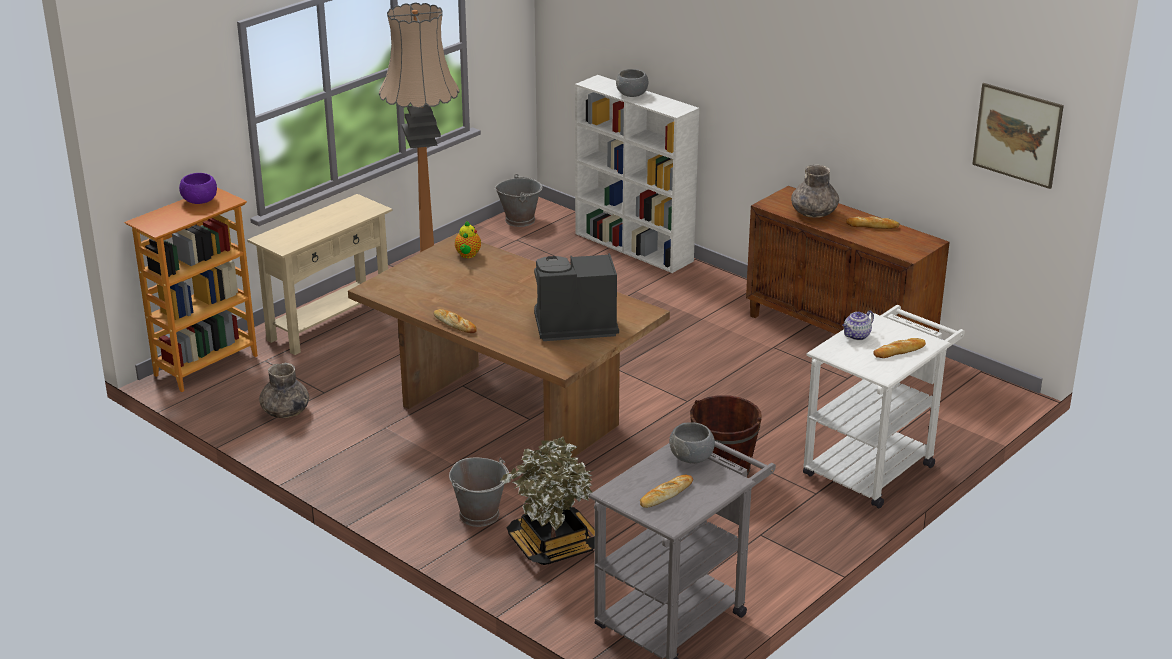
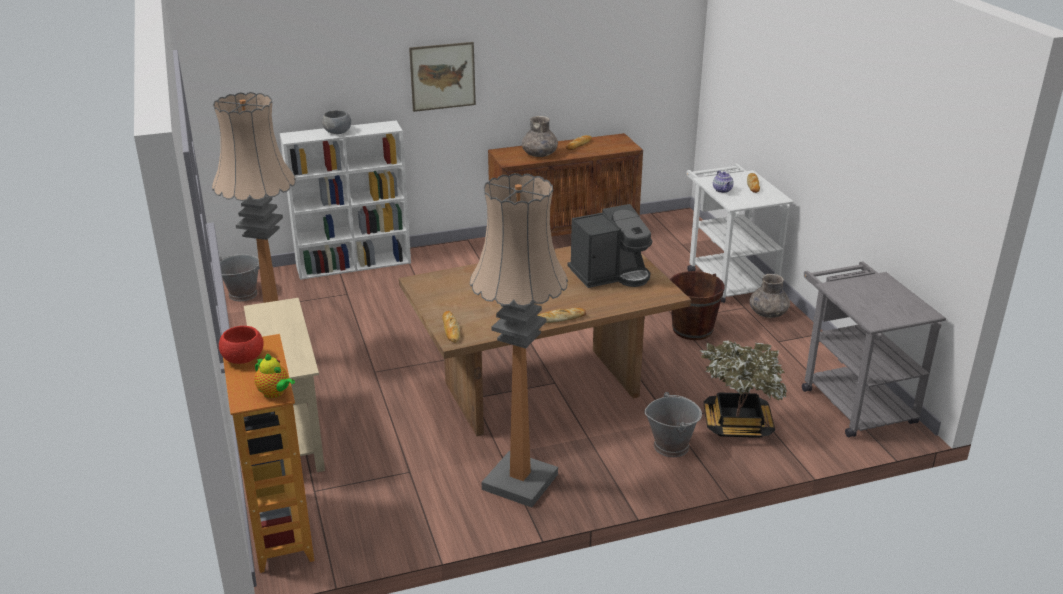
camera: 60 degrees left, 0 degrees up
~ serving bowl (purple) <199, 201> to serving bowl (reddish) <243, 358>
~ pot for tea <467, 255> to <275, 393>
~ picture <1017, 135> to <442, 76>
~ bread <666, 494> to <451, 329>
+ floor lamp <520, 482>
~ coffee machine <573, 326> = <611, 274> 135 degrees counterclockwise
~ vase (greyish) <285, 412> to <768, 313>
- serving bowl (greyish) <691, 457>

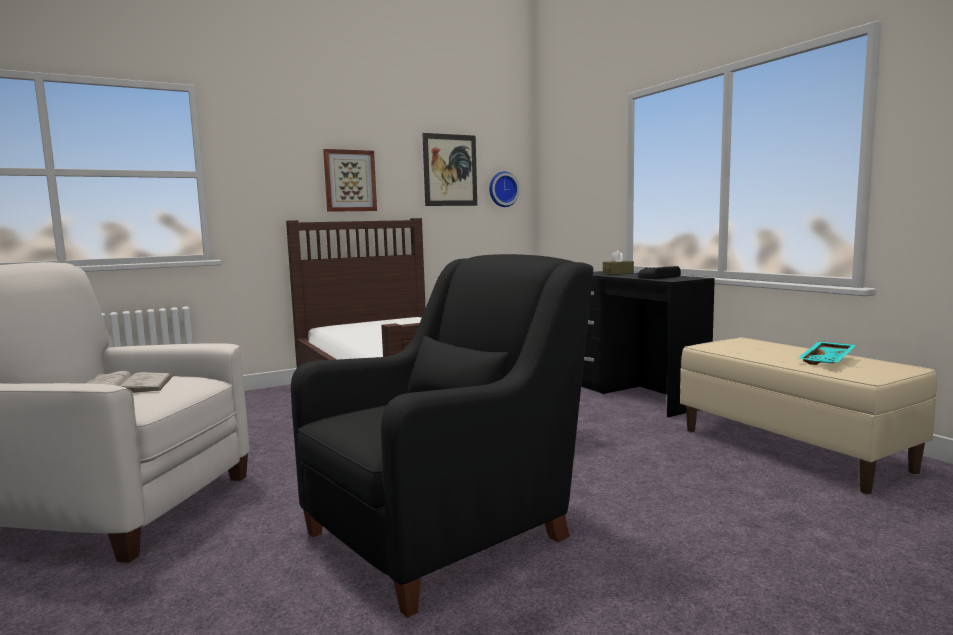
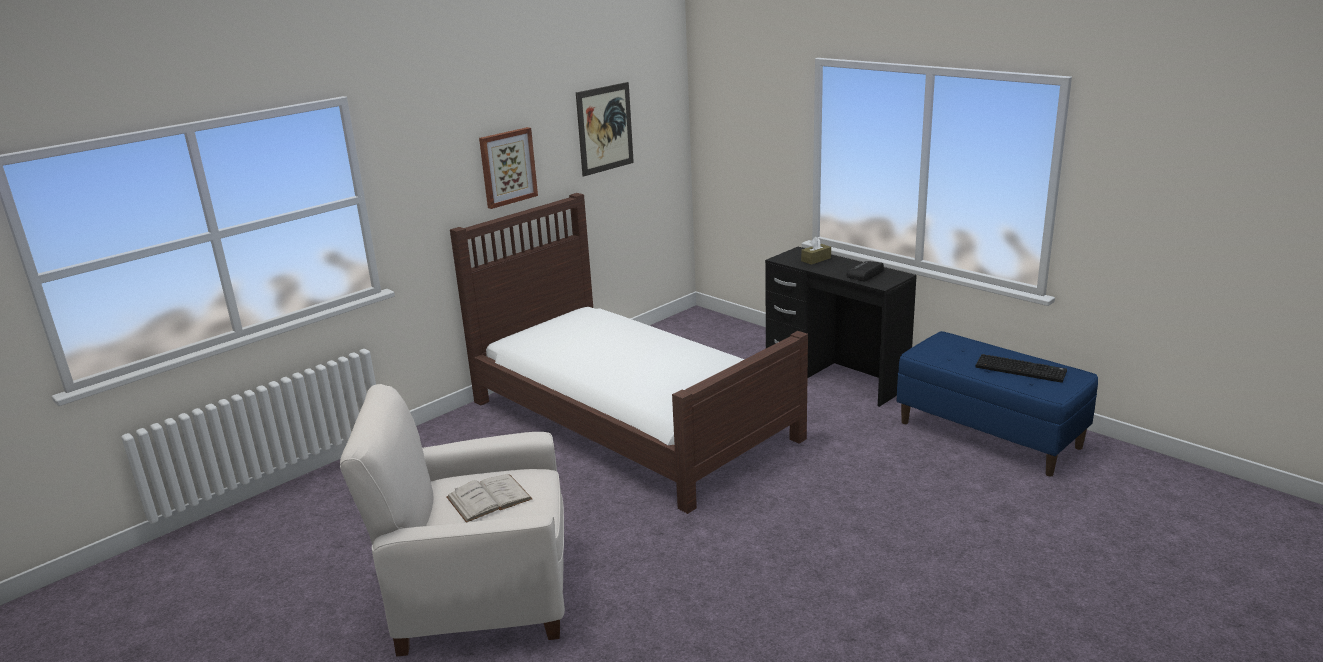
camera: 15 degrees left, 15 degrees up
~ indoor bench (beige) <792, 449> to indoor bench (blue) <990, 434>
~ carrying tray (turquoise-coloured) <828, 361> to computer keyboard <1021, 369>
- lounge chair (black) <446, 530>
- clock on the wall <502, 189>

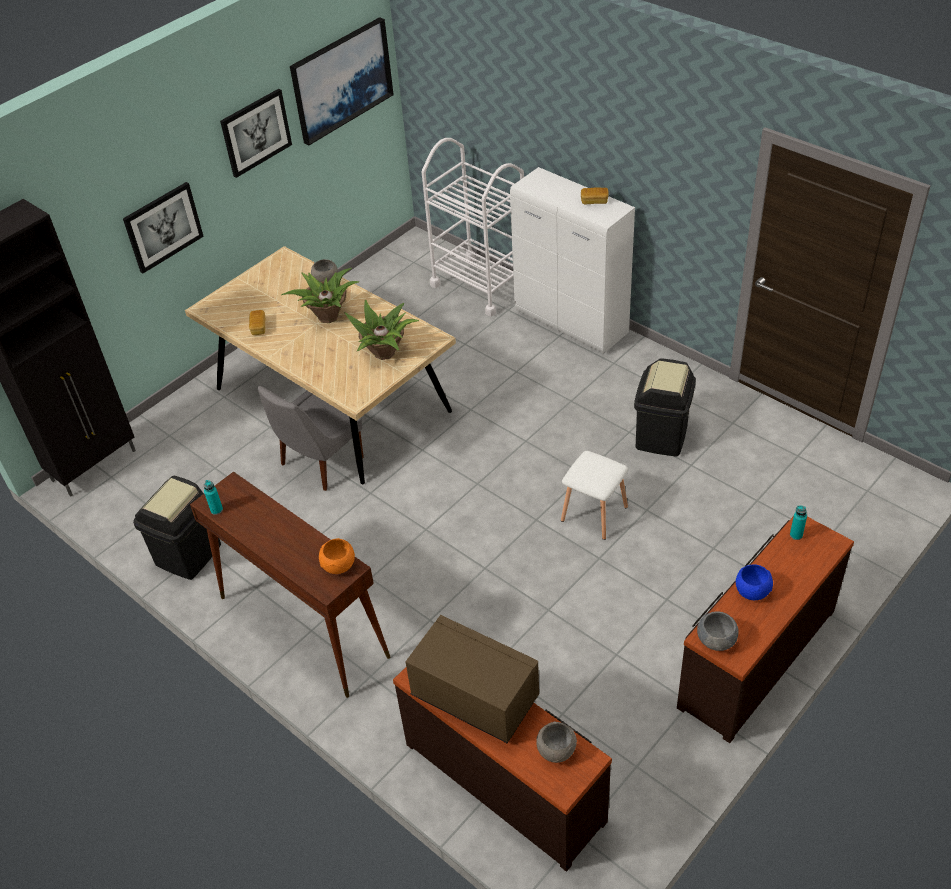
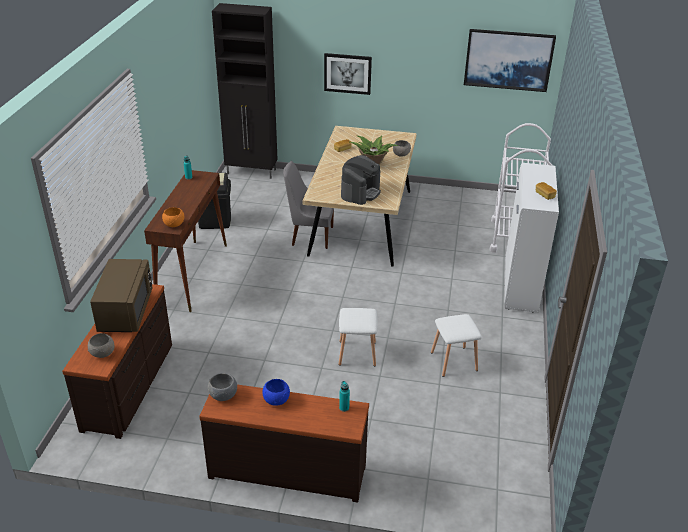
camera: 55 degrees right, 10 degrees down
~ plant in a pot <385, 353> to coffee machine <360, 192>
~ rubbish bin (black) <662, 437> to stool (whitish) <453, 361>
- picture <256, 132>

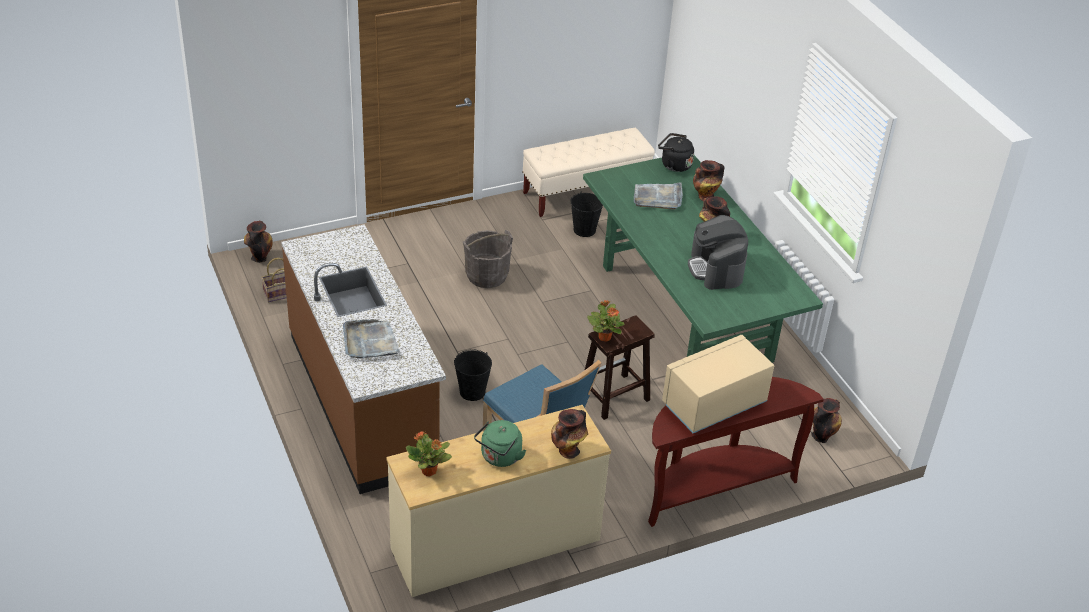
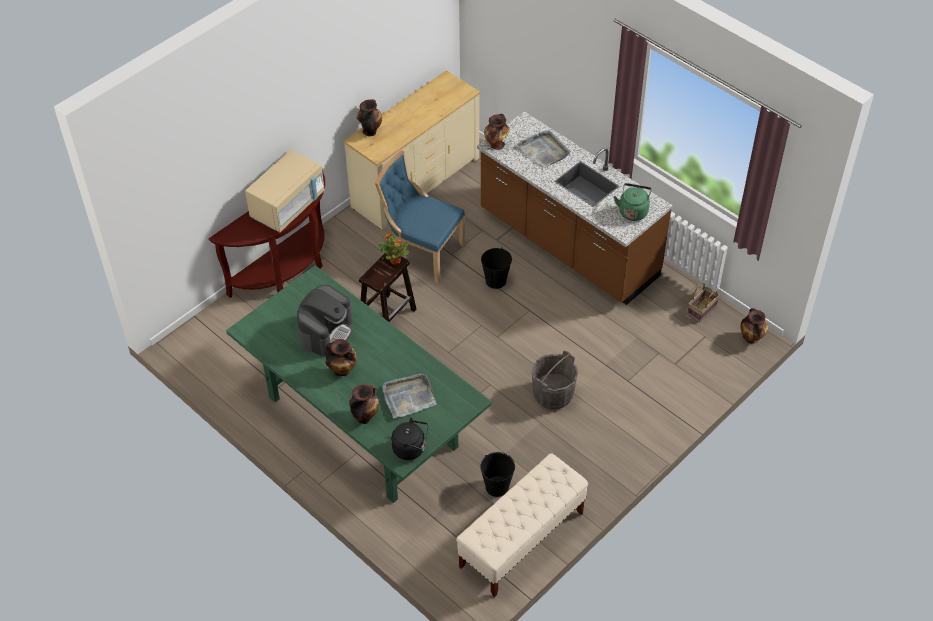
camera: 160 degrees right, 10 degrees up
~ coffee machine <716, 269> = <326, 332> 60 degrees clockwise
~ vase <821, 435> to <496, 145>
~ water kettle (green) <499, 457> to <633, 211>
- plant in a pot <429, 471>

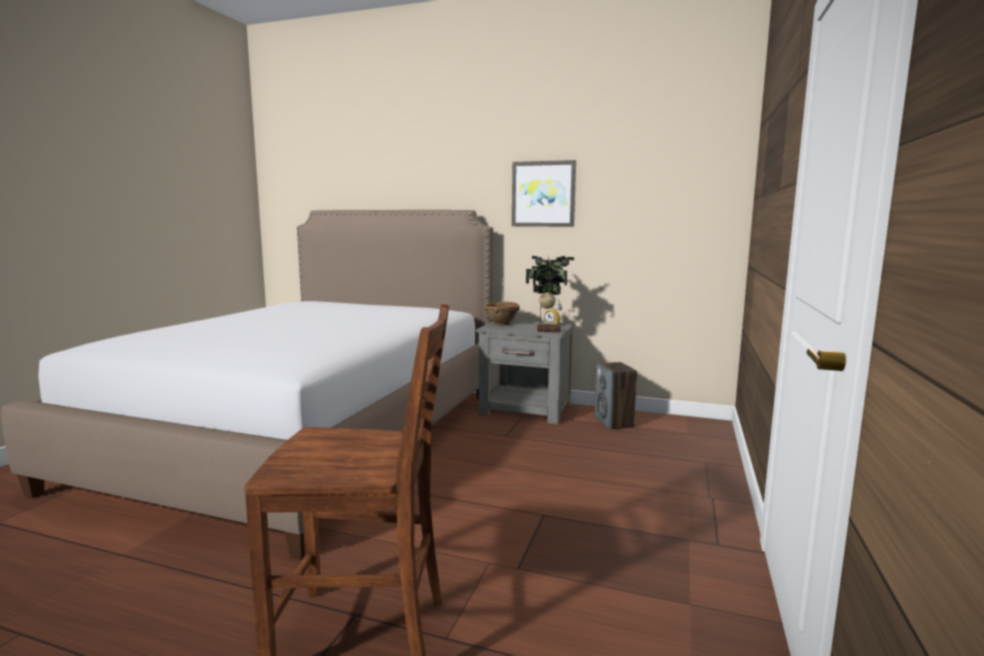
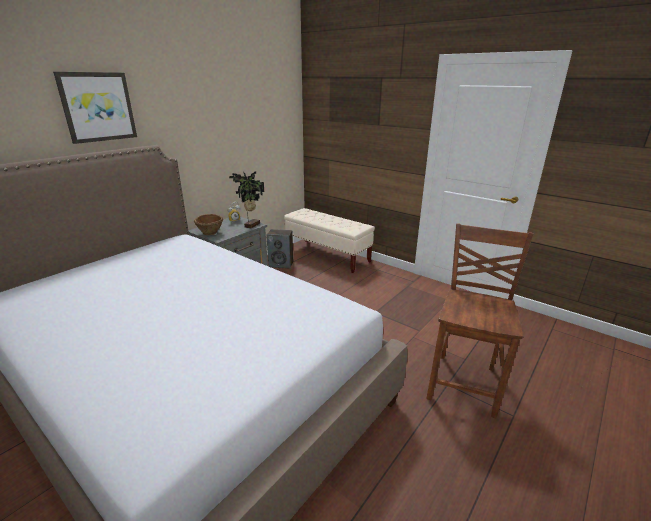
camera: 70 degrees left, 15 degrees up
~ picture <543, 194> to <98, 107>
+ indoor bench (beige) <327, 256>

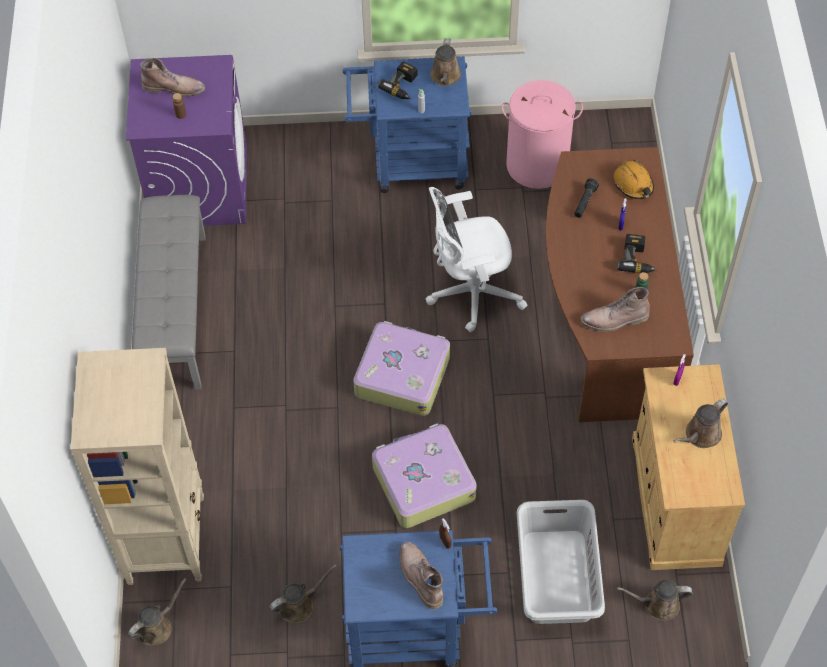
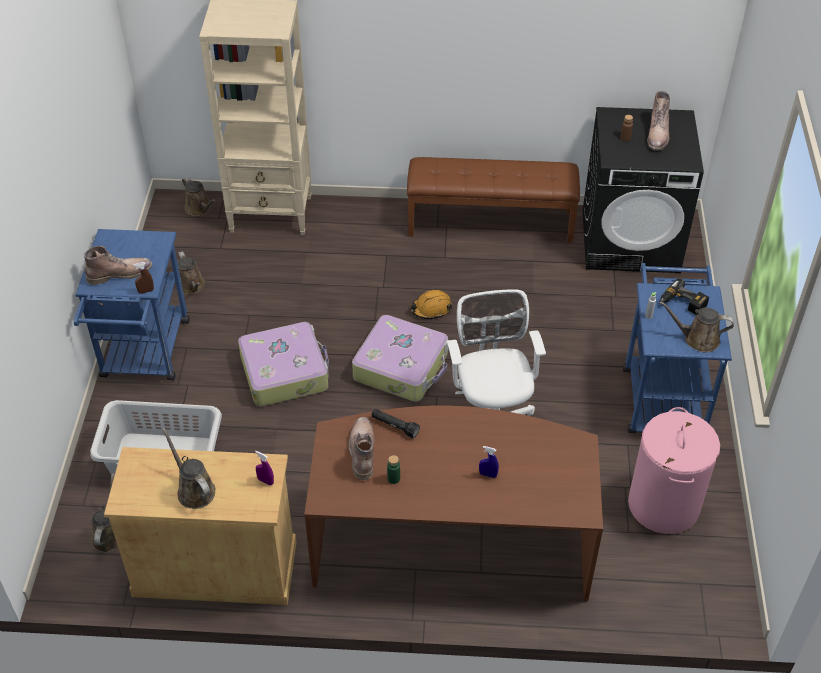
camera: 95 degrees right, 10 degrees down
~ hand torch (black) <584, 202> to <394, 426>
~ indoor bench (greyish) <175, 311> to indoor bench (brown) <490, 222>
~ safety helmet (orange) <633, 184> to <431, 309>
~ laundry appliance (purple) <199, 186> to laundry appliance (black) <631, 241>
- power drill <637, 259>

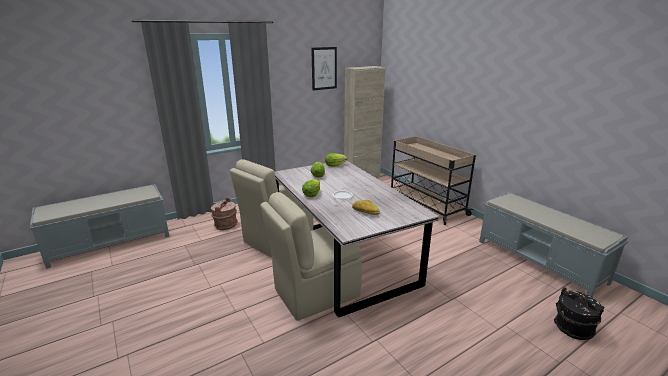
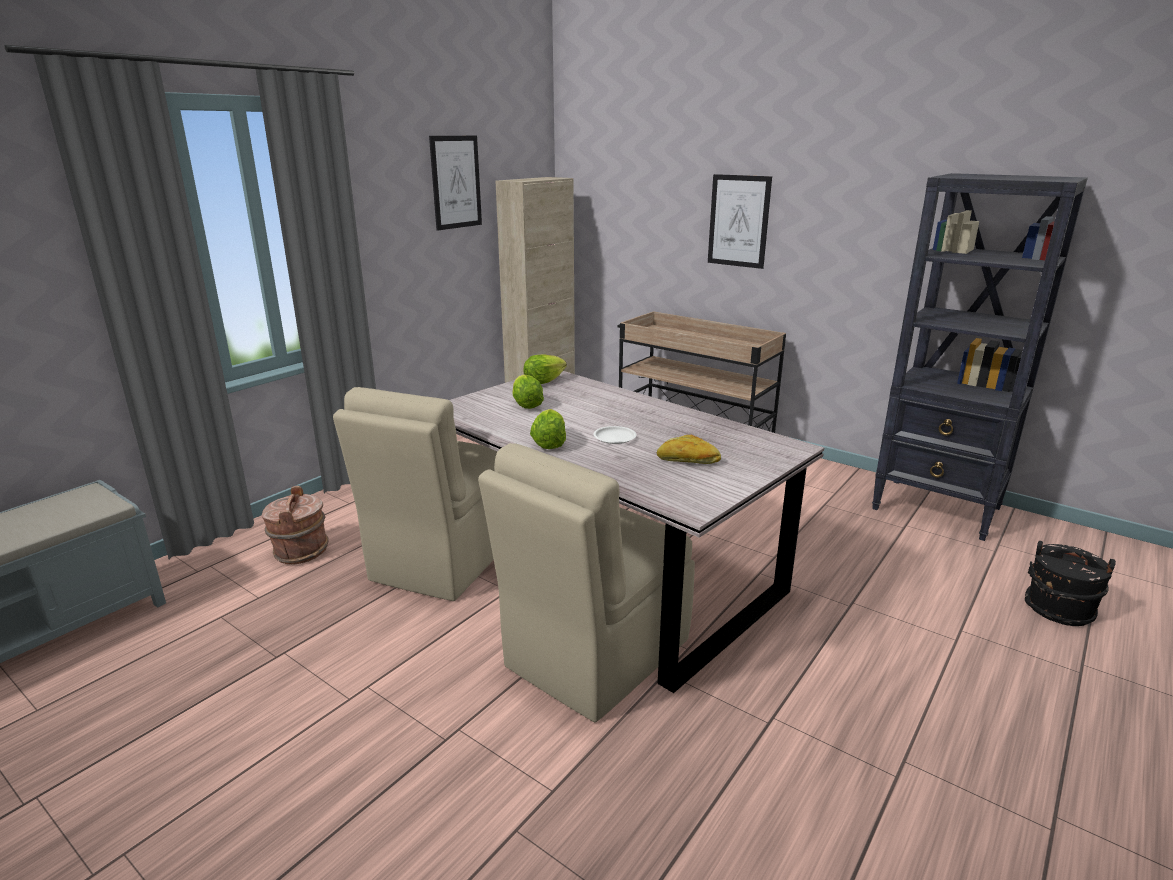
camera: 20 degrees left, 0 degrees up
+ picture <738, 221>
~ indoor bench (greyish) <540, 261> to bookcase (black) <937, 509>

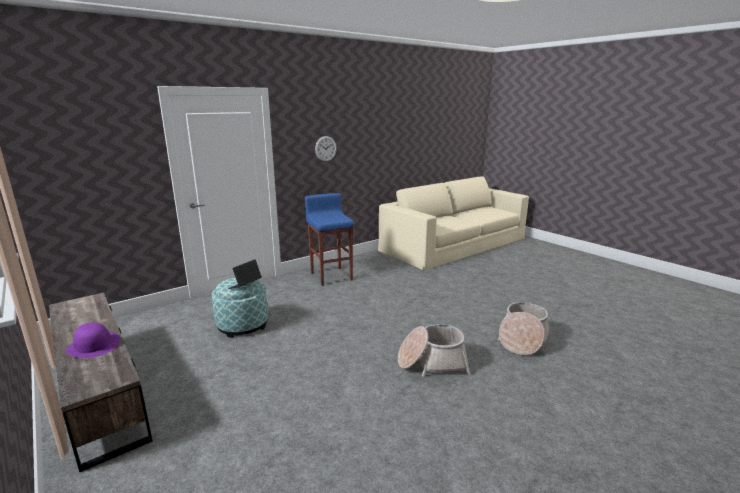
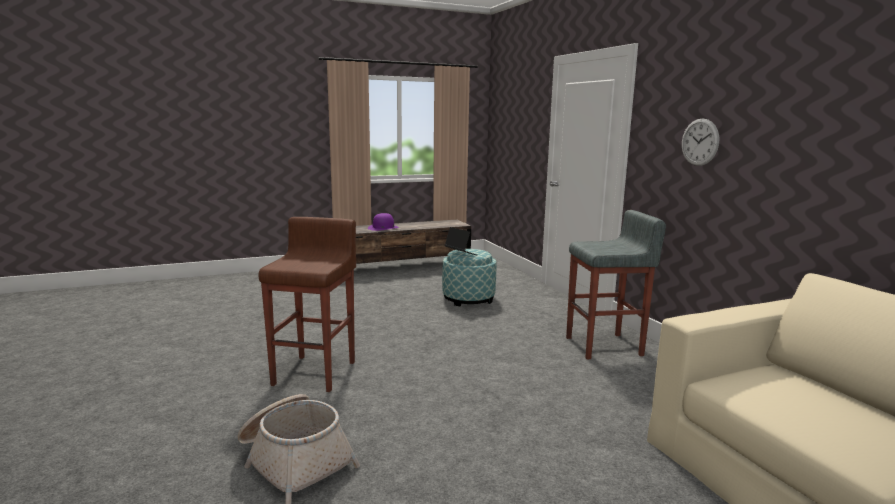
camera: 105 degrees right, 5 degrees down
~ storage basket <432, 362> to stool (brown) <316, 372>
~ stool (blue) <331, 276> to stool (greyish) <605, 346>

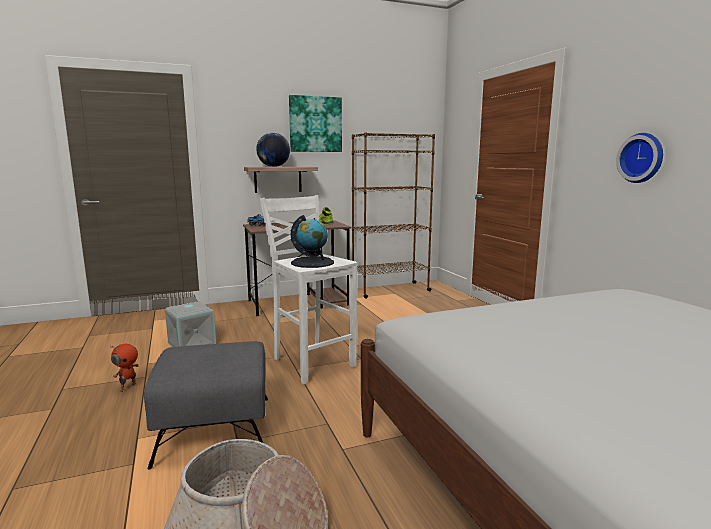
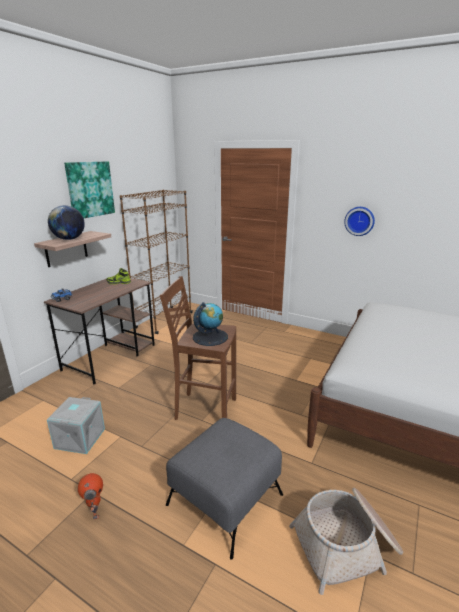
camera: 40 degrees left, 10 degrees up
~ stool (whitish) <312, 362> to stool (brown) <204, 409>

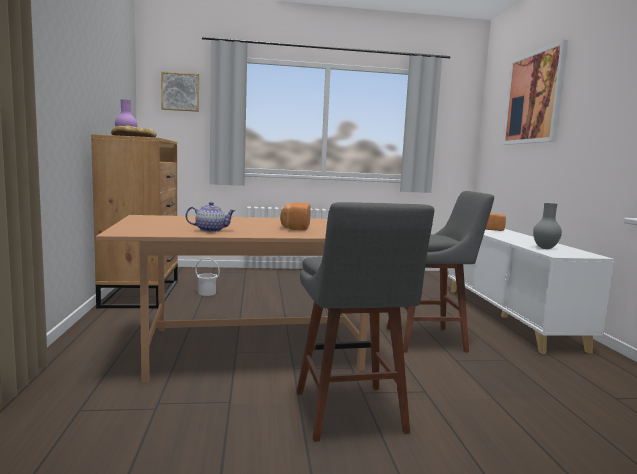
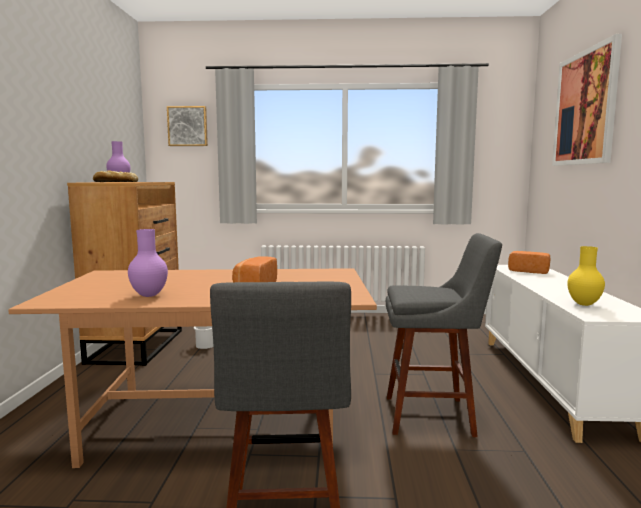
camera: 10 degrees right, 0 degrees up
~ pot for tea <211, 230> to vase (purple) <148, 295>
~ vase (greyish) <545, 248> to vase (yellow) <585, 304>

